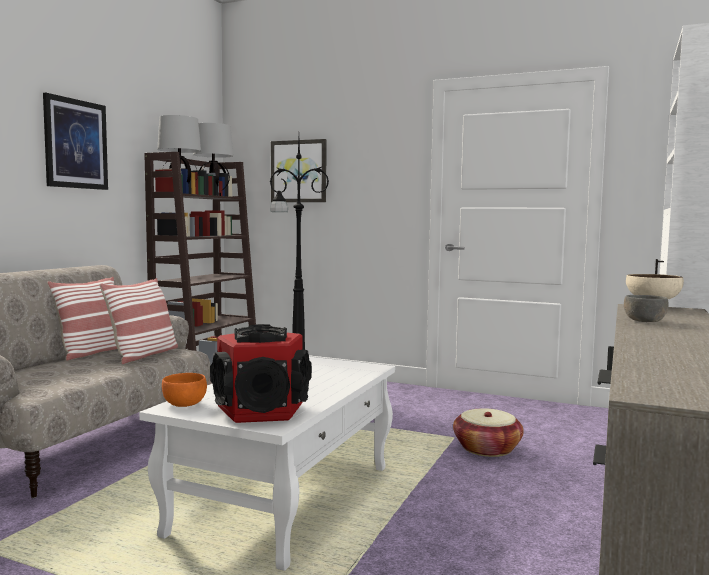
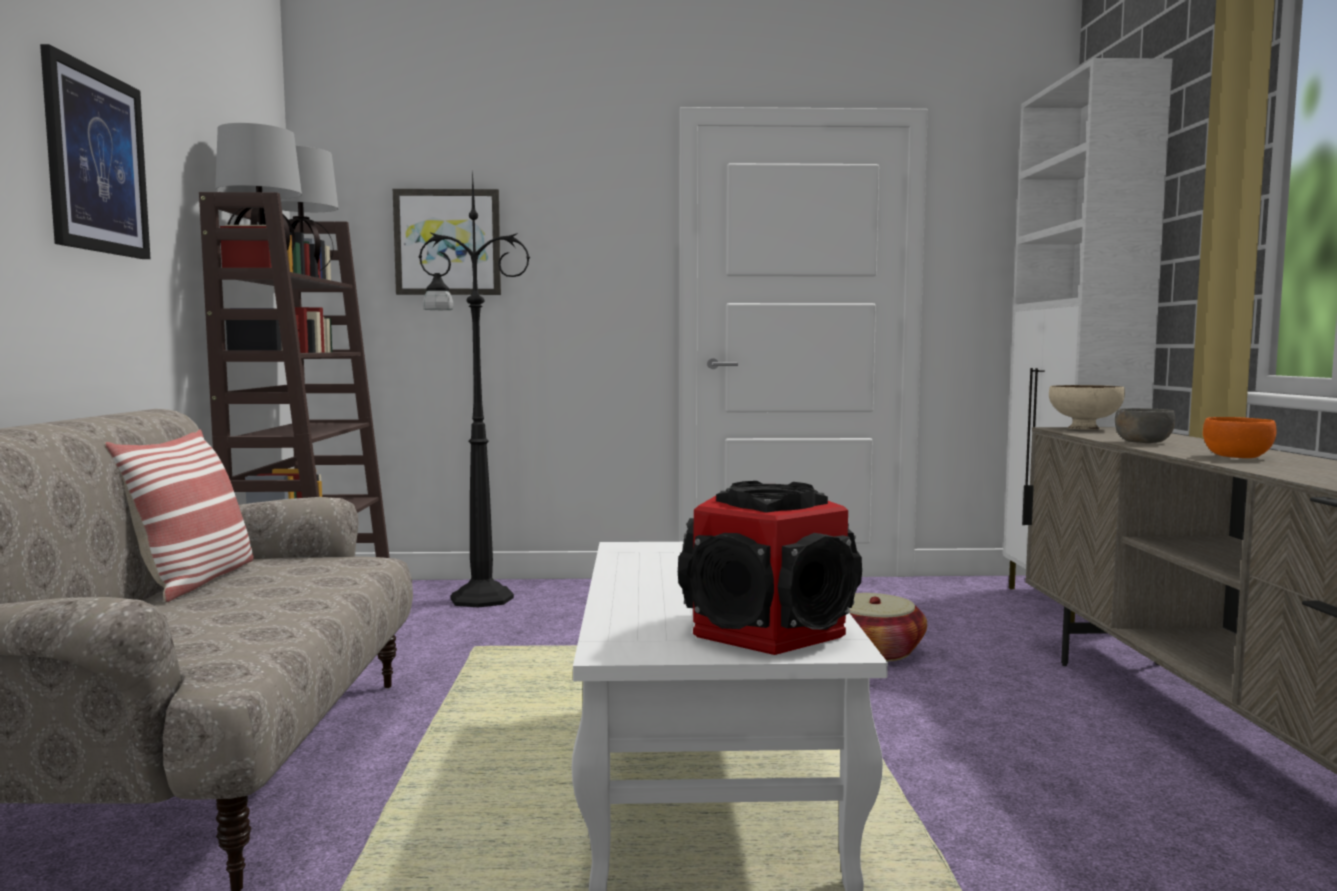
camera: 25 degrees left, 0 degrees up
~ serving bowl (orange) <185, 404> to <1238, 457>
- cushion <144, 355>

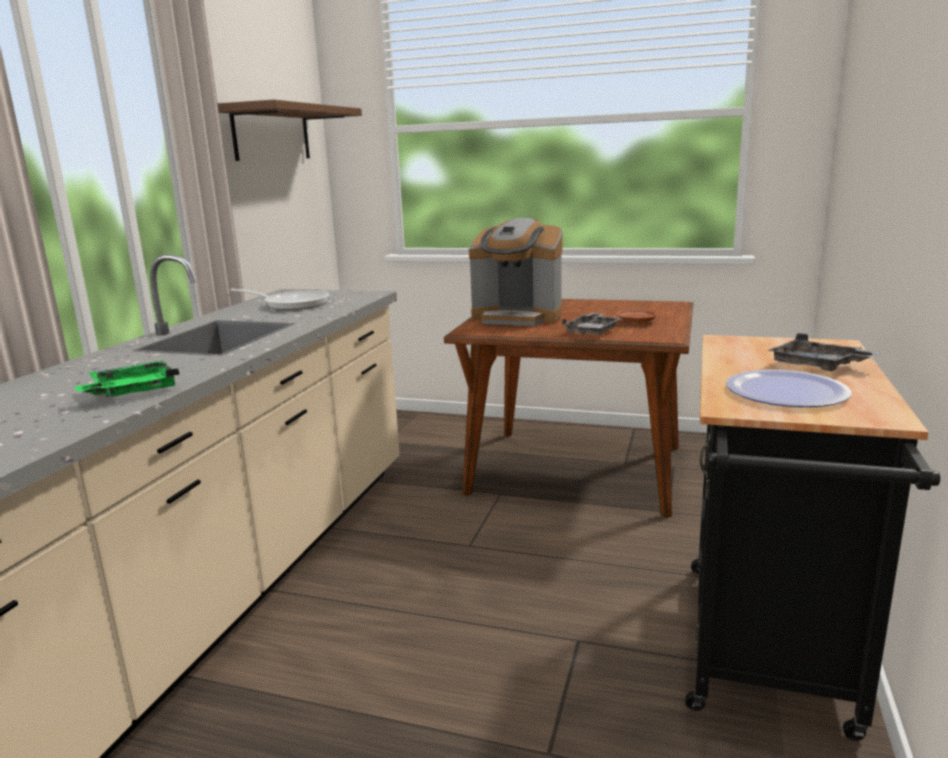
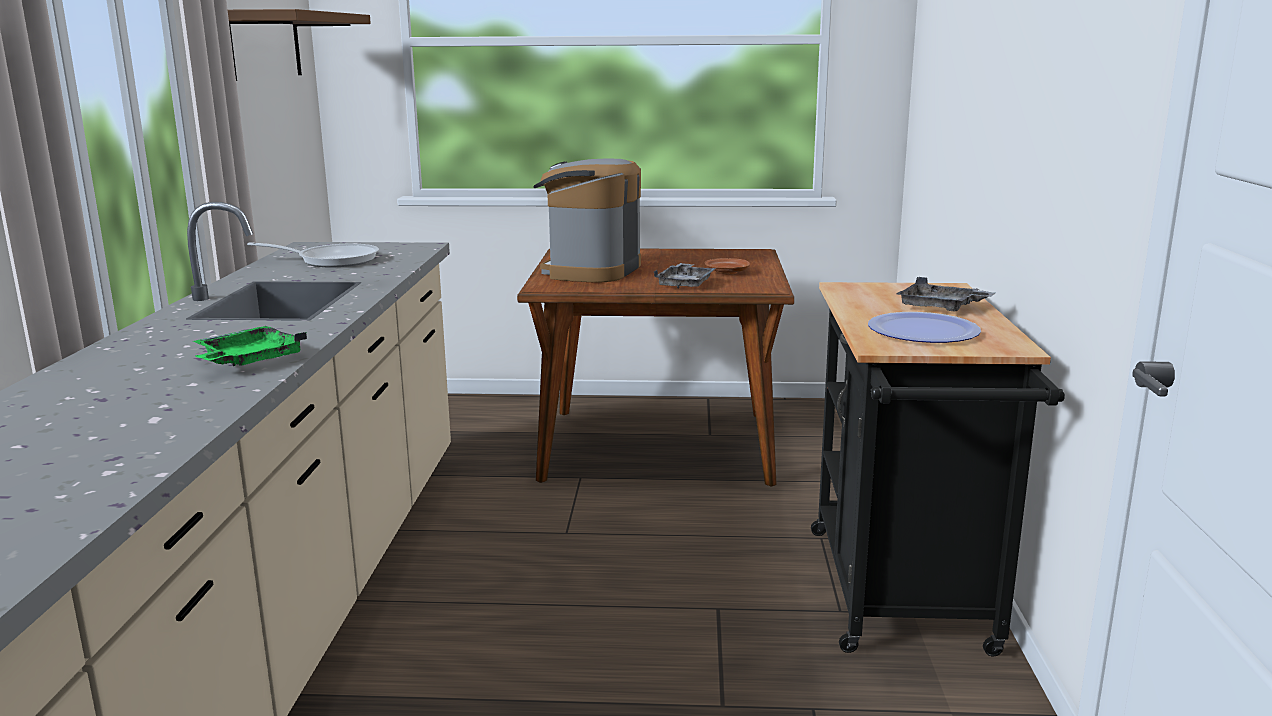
camera: 15 degrees left, 0 degrees up
~ coffee machine <518, 317> = <590, 270> 105 degrees clockwise

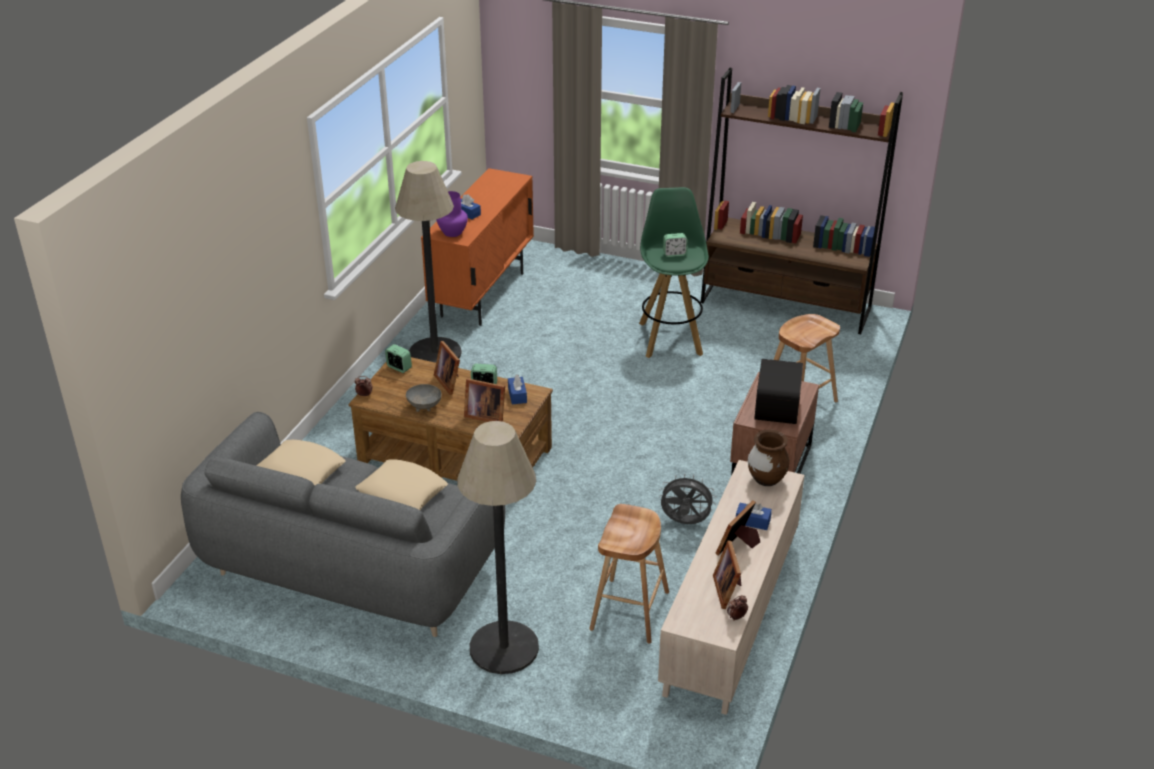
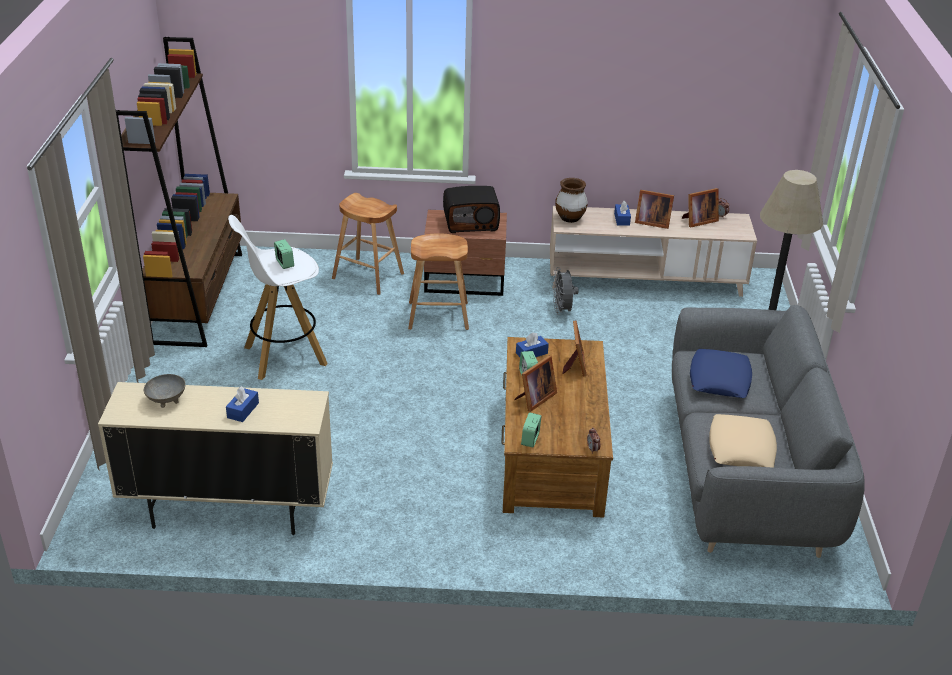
camera: 110 degrees left, 0 degrees up
~ cupboard (orange) <483, 294> to cupboard (beige) <228, 511>
~ serving bowl (greyish) <425, 406> to <167, 399>
~ stool (green) <670, 338> to stool (whitish) <284, 356>
~ stool (brown) <629, 610> to <438, 316>
~ cushion (beige) <402, 492> to cushion (blue) <719, 379>
- floor lamp <435, 353>
- vase (purple) <453, 232>

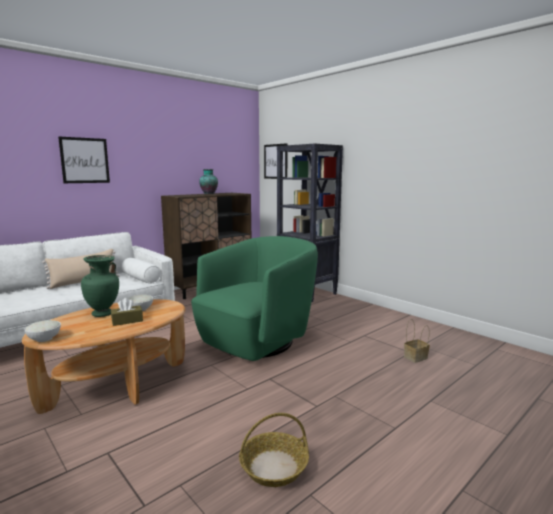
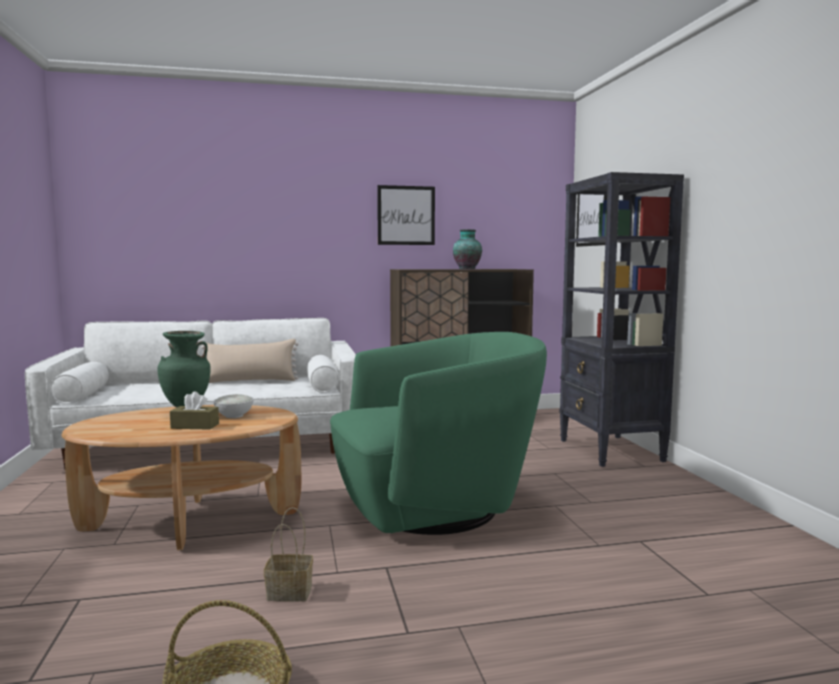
camera: 30 degrees right, 5 degrees down
~ storage basket <415, 357> to <291, 592>
~ picture <85, 160> to <406, 215>
- serving bowl (whitish) <45, 339>

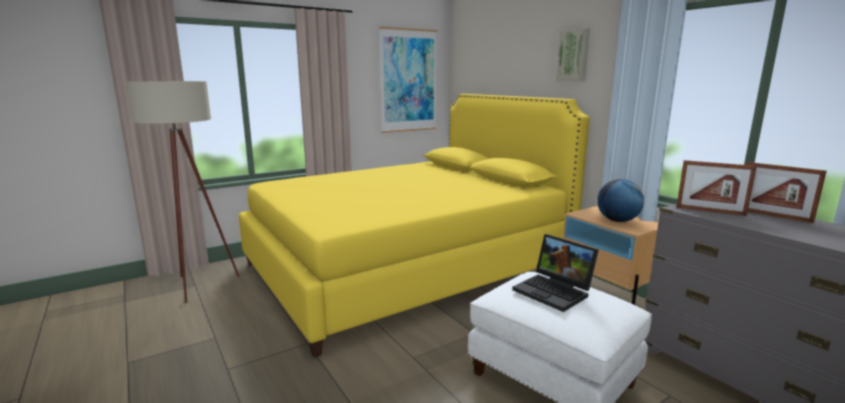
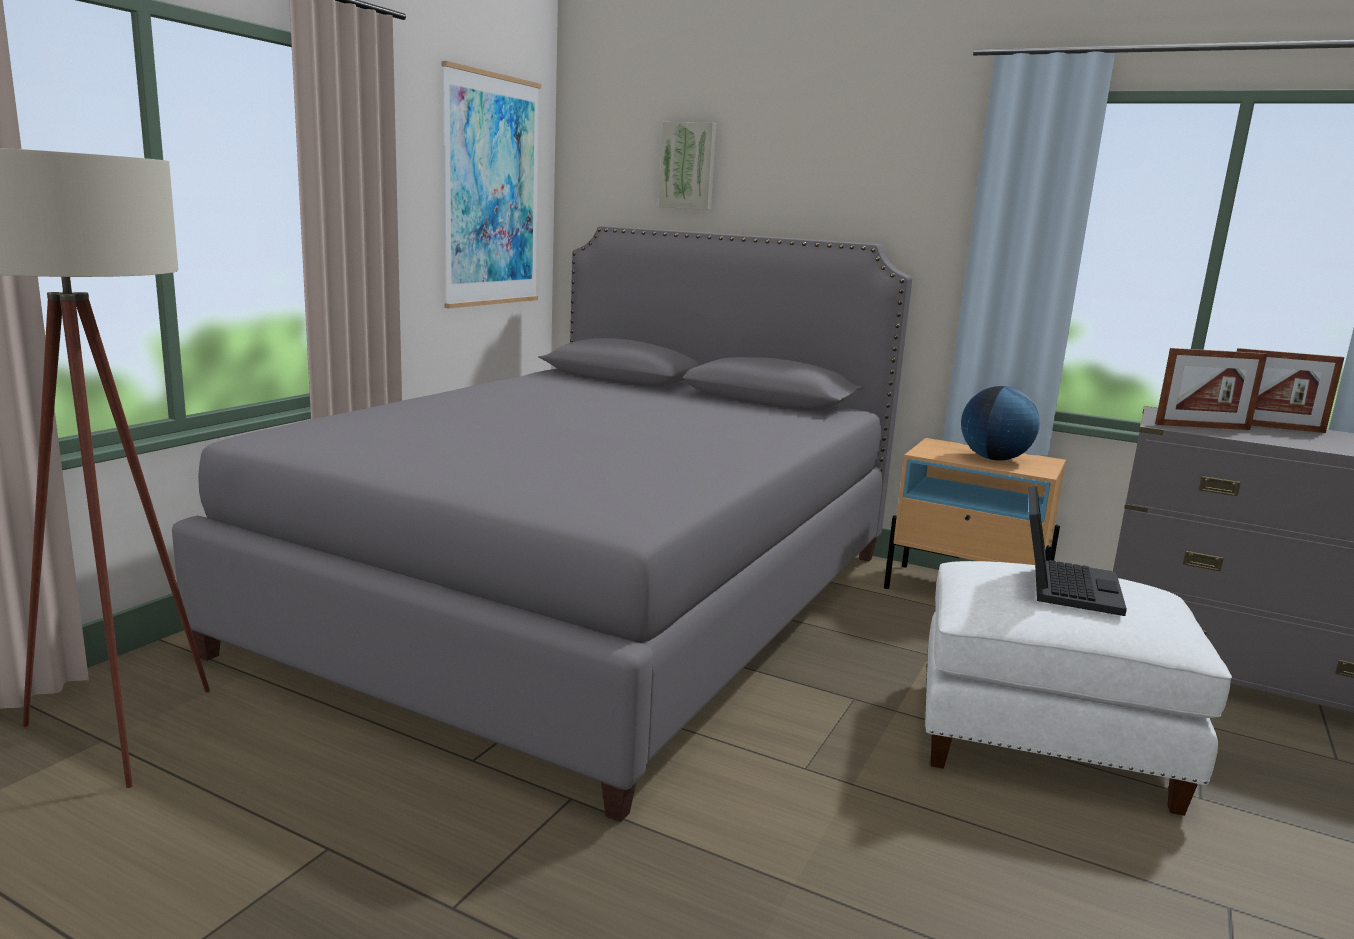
camera: 30 degrees left, 0 degrees up
~ sleeping bed (yellow) <407, 266> to sleeping bed (greyish) <591, 599>
~ picture <573, 56> to <688, 166>
~ notebook computer <555, 292> = <1063, 585> 90 degrees counterclockwise

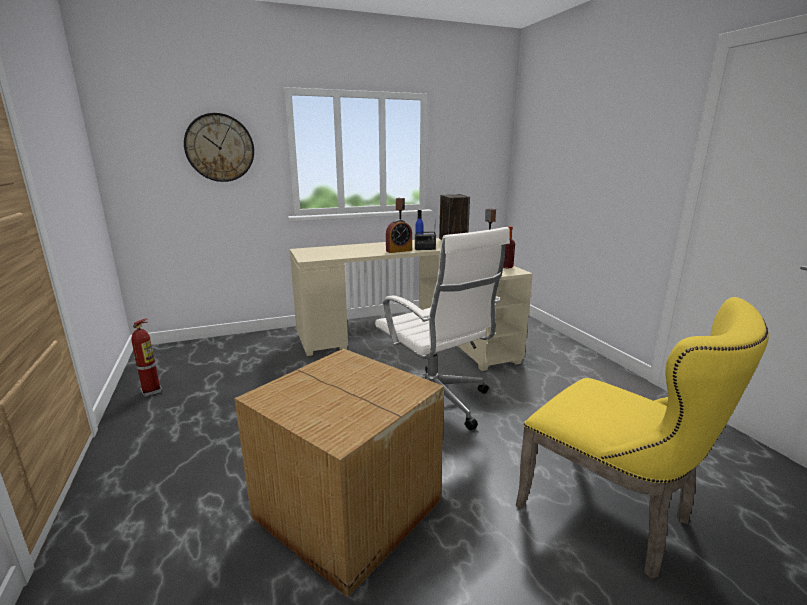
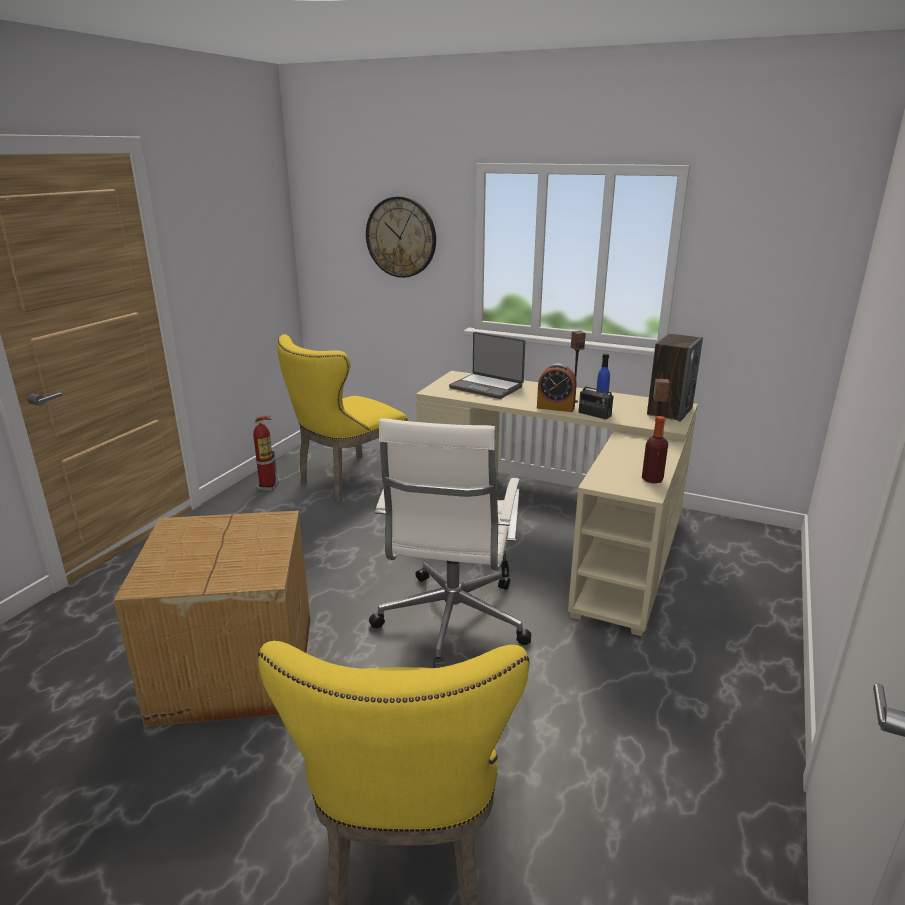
camera: 45 degrees right, 5 degrees up
+ upright chair (yellow) <347, 481>
+ notebook computer <487, 387>

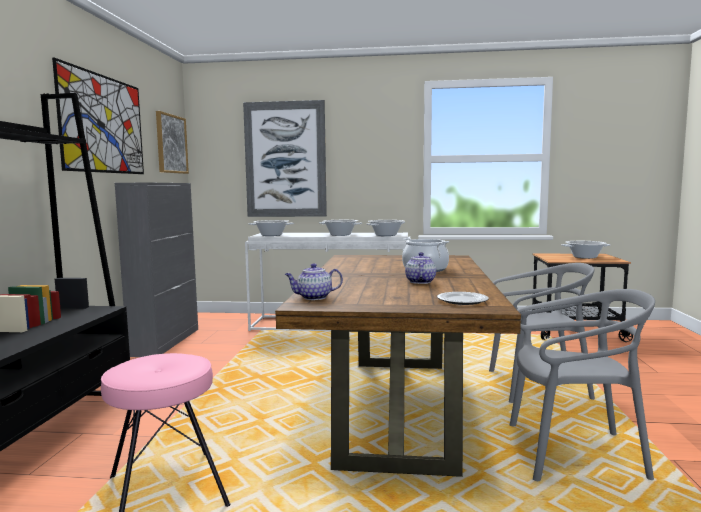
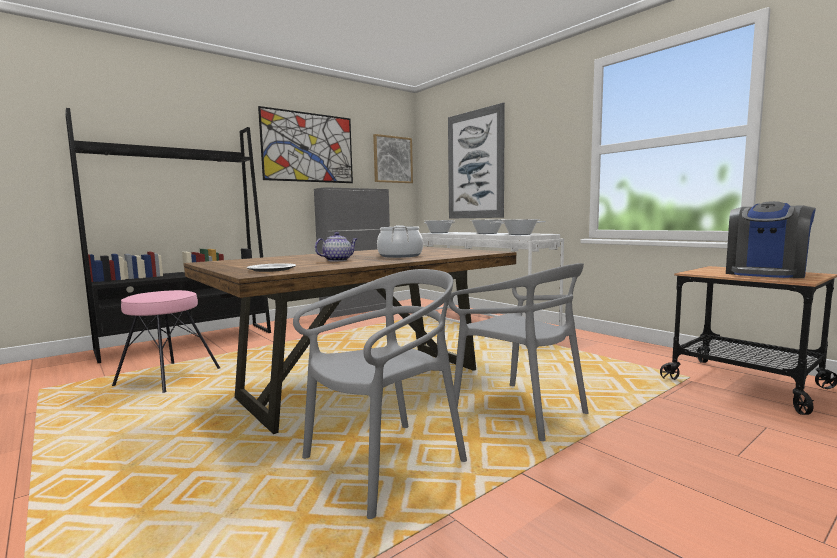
camera: 45 degrees right, 0 degrees up
~ upright chair (greyish) <573, 453> = <385, 463> 90 degrees counterclockwise
~ cooking pot <584, 257> to coffee machine <765, 274>
- pot for tea <313, 297>

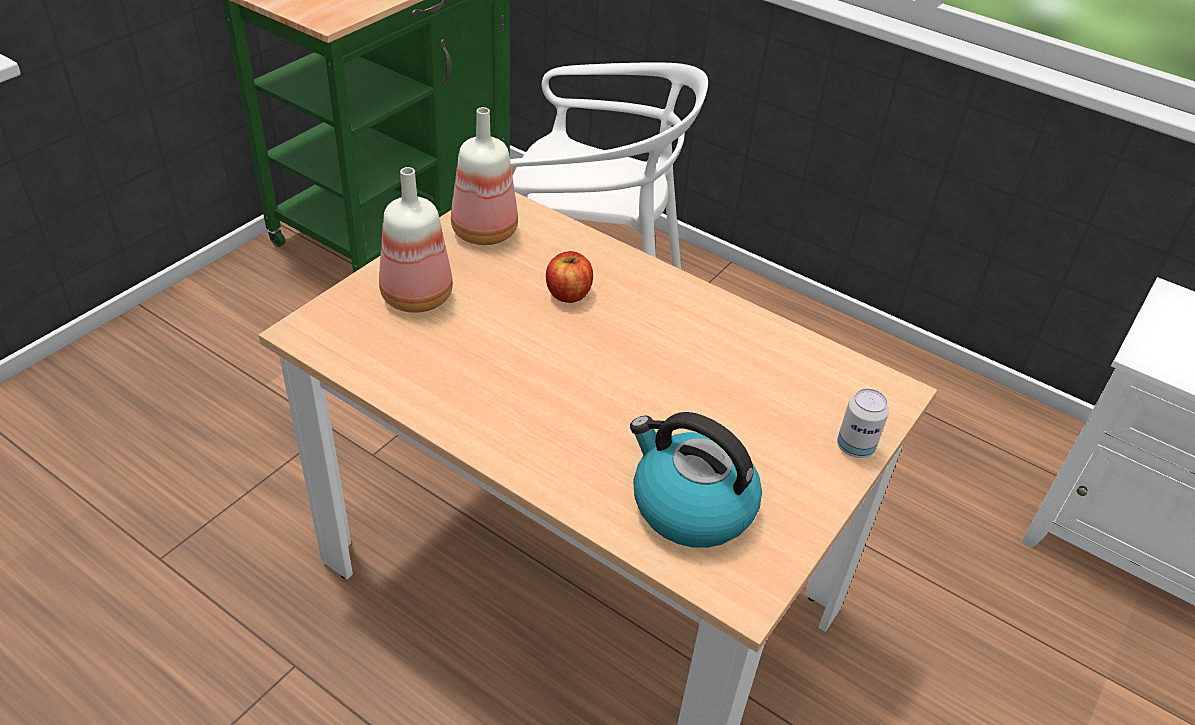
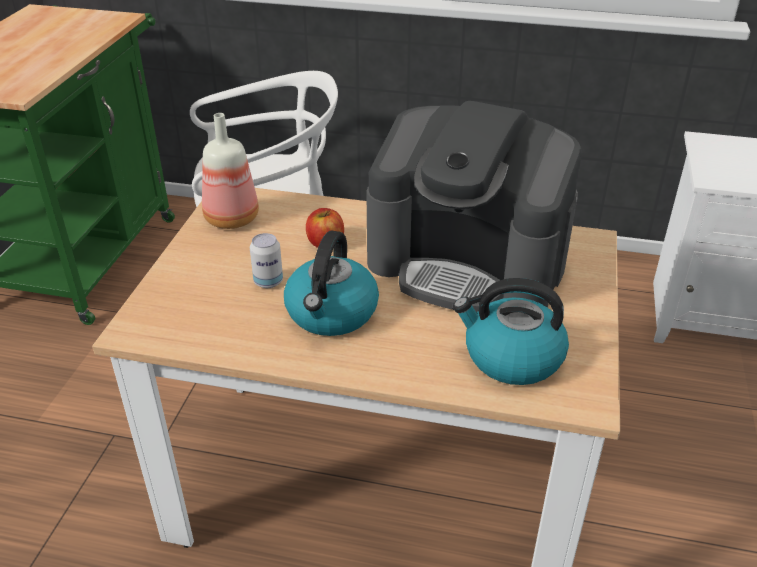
camera: 20 degrees left, 5 degrees down
~ can <855, 447> to <268, 282>
+ water kettle <332, 313>
+ coffee machine <468, 262>
- drink bottle <414, 296>

